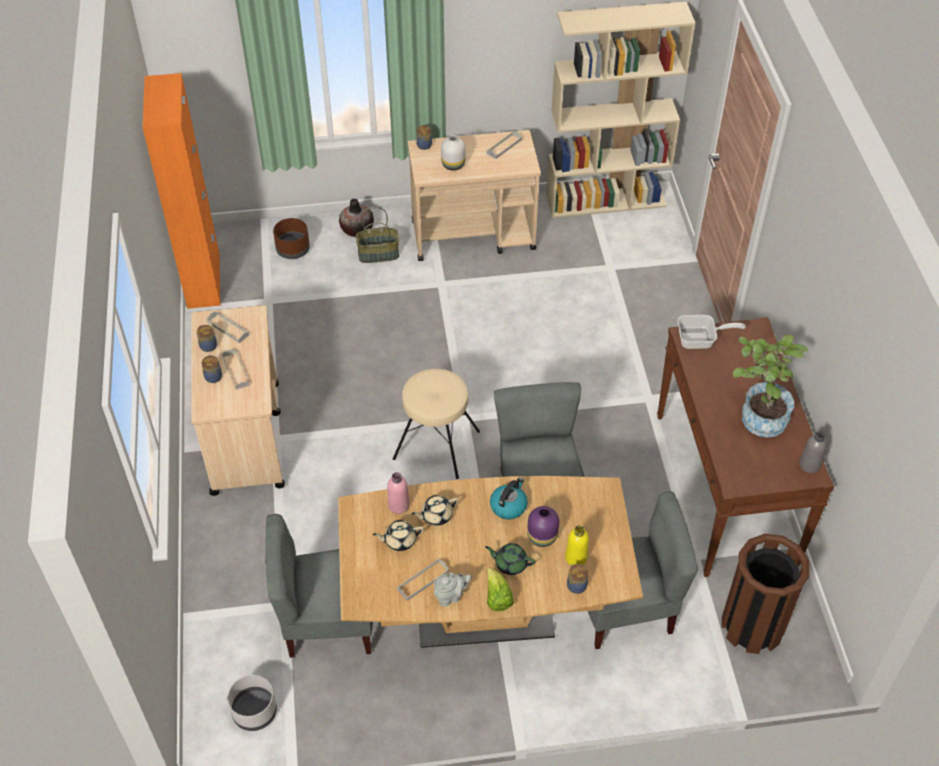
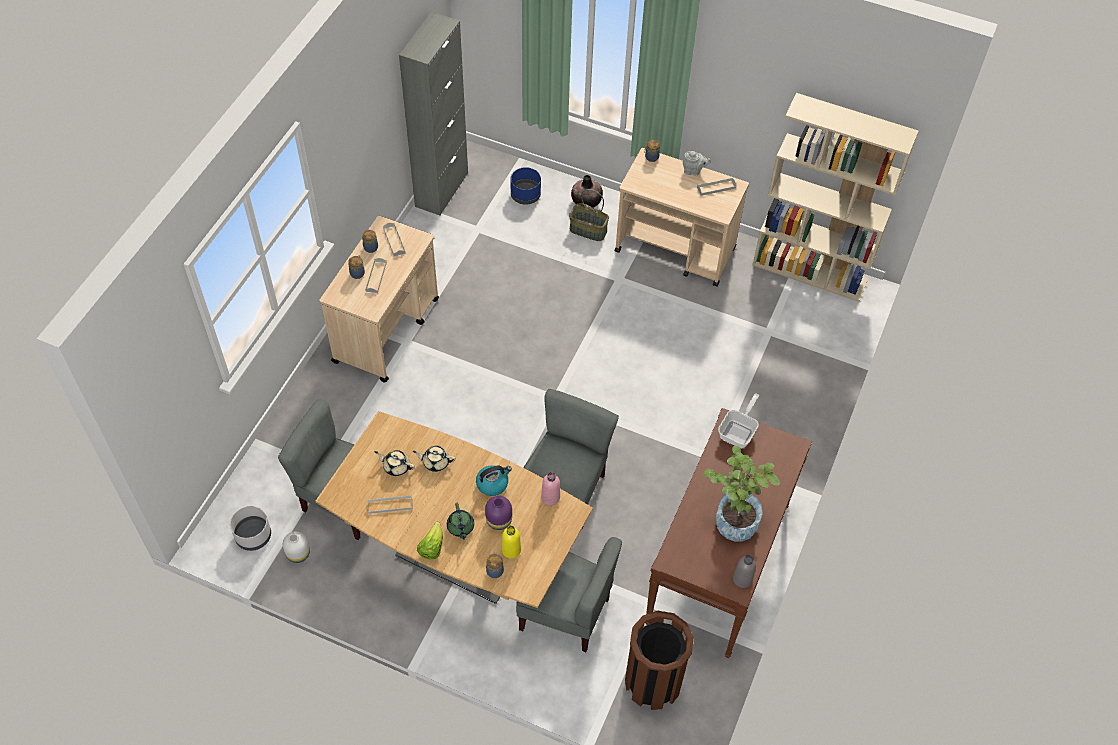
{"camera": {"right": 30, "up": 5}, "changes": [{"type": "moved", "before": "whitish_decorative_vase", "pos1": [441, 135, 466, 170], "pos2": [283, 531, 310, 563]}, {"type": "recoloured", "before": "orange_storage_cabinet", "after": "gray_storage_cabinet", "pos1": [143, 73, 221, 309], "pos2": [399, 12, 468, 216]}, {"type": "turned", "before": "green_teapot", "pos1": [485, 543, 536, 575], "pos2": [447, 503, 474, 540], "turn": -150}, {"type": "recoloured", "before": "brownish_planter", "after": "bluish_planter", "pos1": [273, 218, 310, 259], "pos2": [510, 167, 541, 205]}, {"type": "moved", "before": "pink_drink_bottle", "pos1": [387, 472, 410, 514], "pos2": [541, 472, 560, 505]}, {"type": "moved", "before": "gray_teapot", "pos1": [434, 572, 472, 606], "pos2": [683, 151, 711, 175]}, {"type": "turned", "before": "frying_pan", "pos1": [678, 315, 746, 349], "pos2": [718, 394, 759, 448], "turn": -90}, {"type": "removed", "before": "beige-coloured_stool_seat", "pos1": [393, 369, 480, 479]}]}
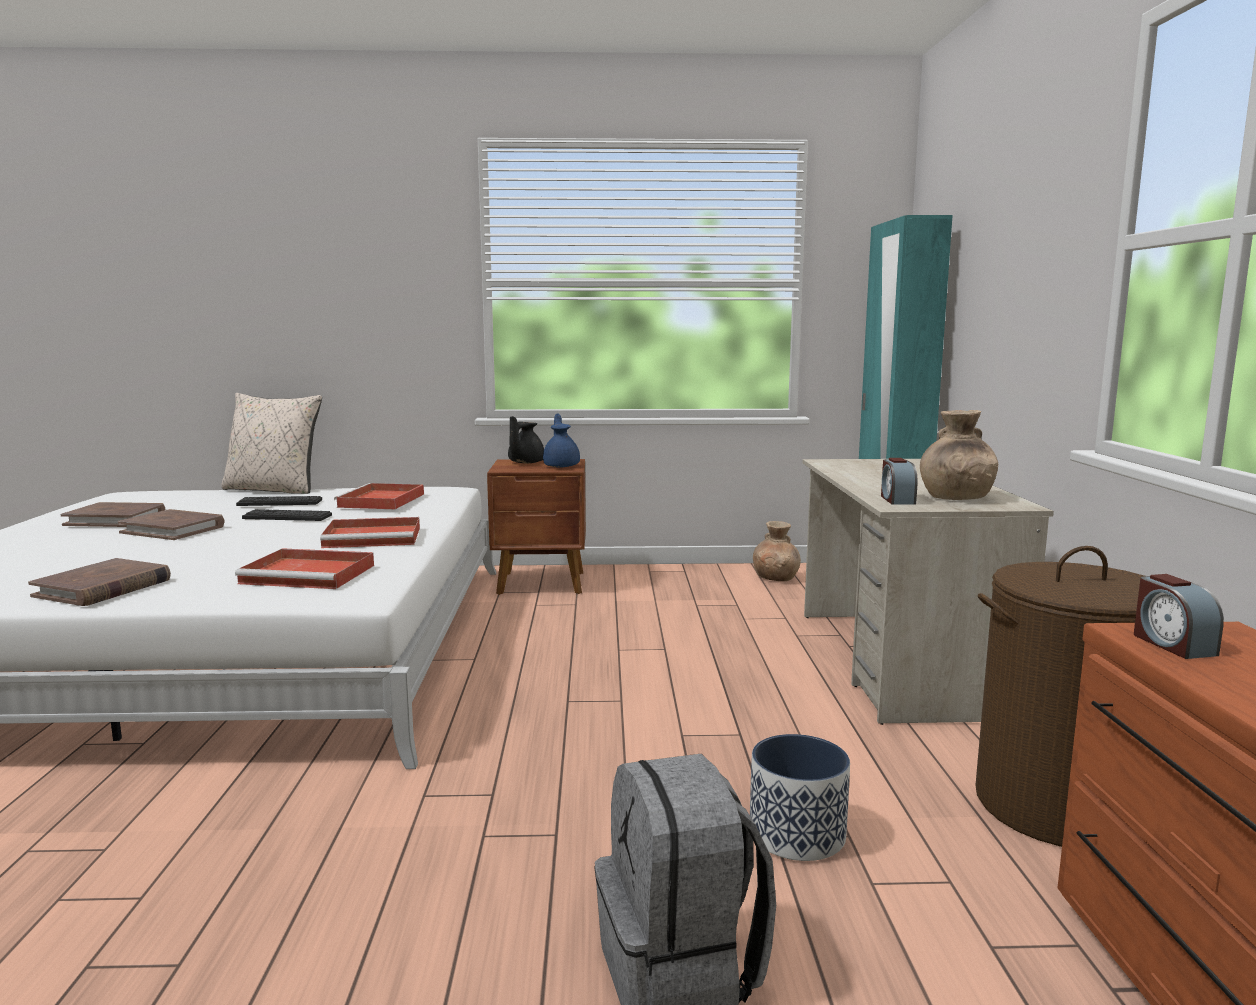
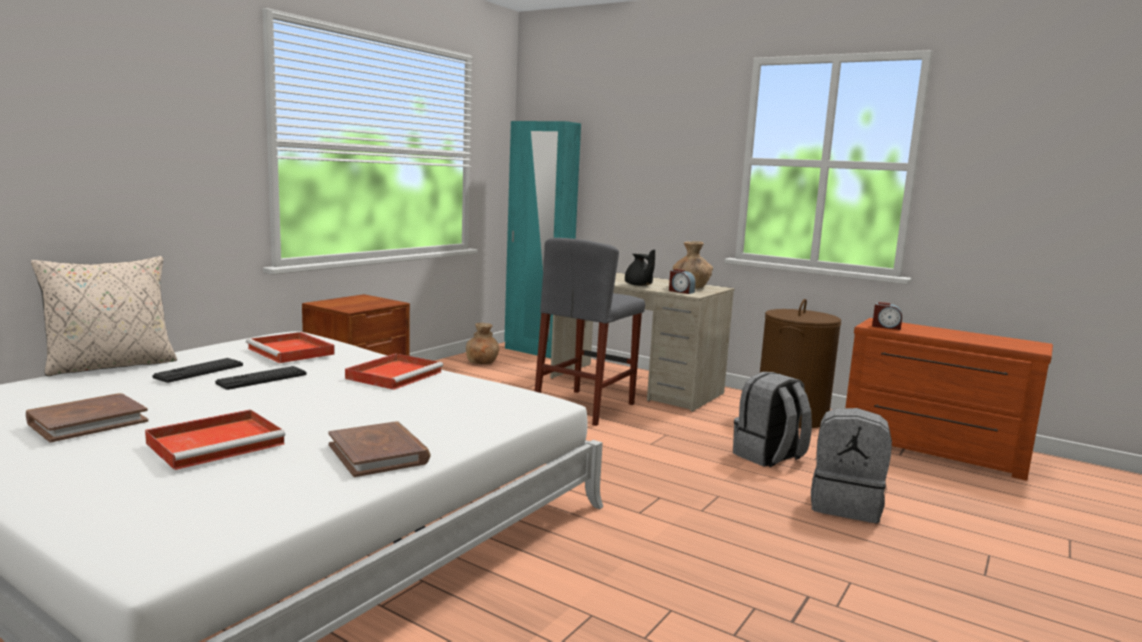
{"camera": {"right": -55, "up": 0}, "changes": [{"type": "moved", "before": "red_carrying_tray", "pos1": [235, 548, 374, 589], "pos2": [145, 409, 285, 470]}, {"type": "added", "after": "gray_stool_seat", "pos2": [535, 238, 645, 426]}, {"type": "moved", "before": "blackish_teapot", "pos1": [508, 416, 544, 463], "pos2": [625, 249, 655, 286]}, {"type": "replaced", "before": "planter", "after": "gray_rucksack", "pos1": [750, 734, 850, 861], "pos2": [733, 372, 812, 467]}, {"type": "removed", "before": "brownish_bound_book", "pos1": [118, 509, 225, 540]}, {"type": "removed", "before": "bluish_teapot", "pos1": [543, 413, 580, 468]}]}
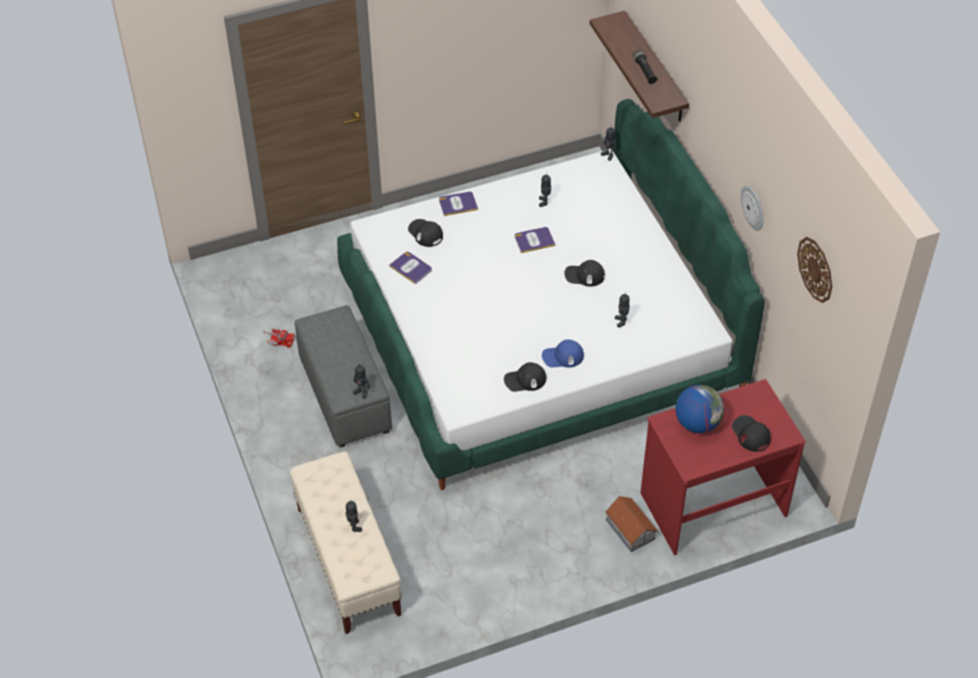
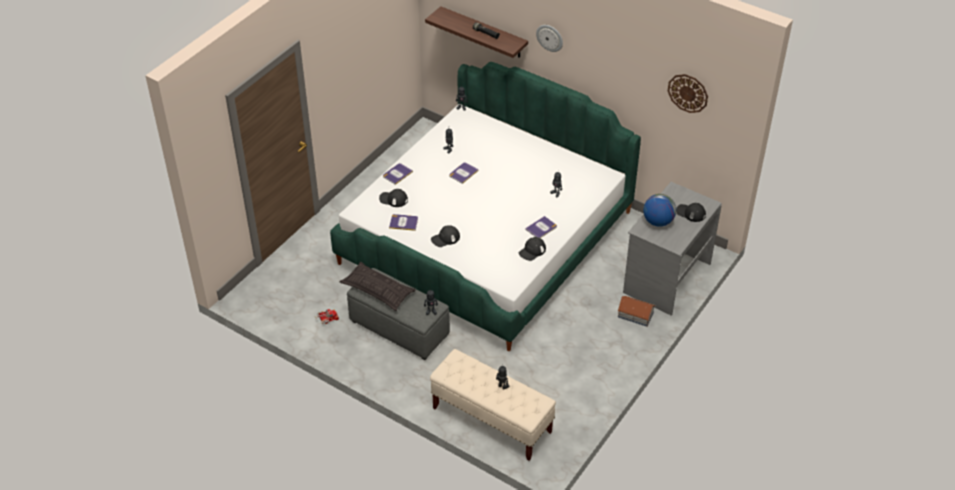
{"camera": {"right": -35, "up": -5}, "changes": [{"type": "added", "after": "cushion", "pos2": [340, 262, 416, 311]}, {"type": "moved", "before": "blackish_baseball_cap", "pos1": [564, 260, 605, 287], "pos2": [431, 225, 460, 247]}, {"type": "replaced", "before": "bluish_baseball_cap", "after": "bound_book", "pos1": [542, 339, 584, 368], "pos2": [525, 216, 557, 238]}, {"type": "moved", "before": "clock_on_the_wall", "pos1": [741, 186, 763, 231], "pos2": [536, 25, 563, 52]}, {"type": "recoloured", "before": "red_desk_unit", "after": "gray_desk_unit", "pos1": [640, 379, 806, 555], "pos2": [623, 182, 722, 316]}]}
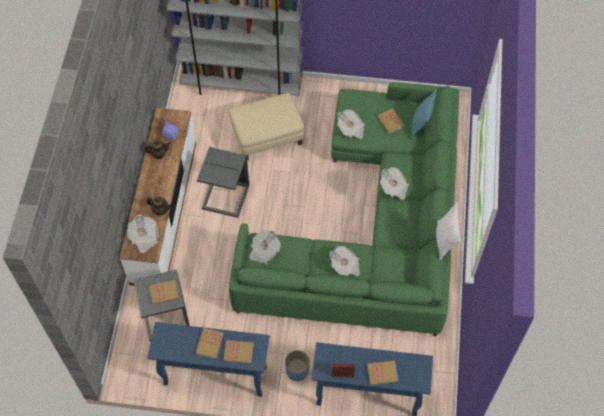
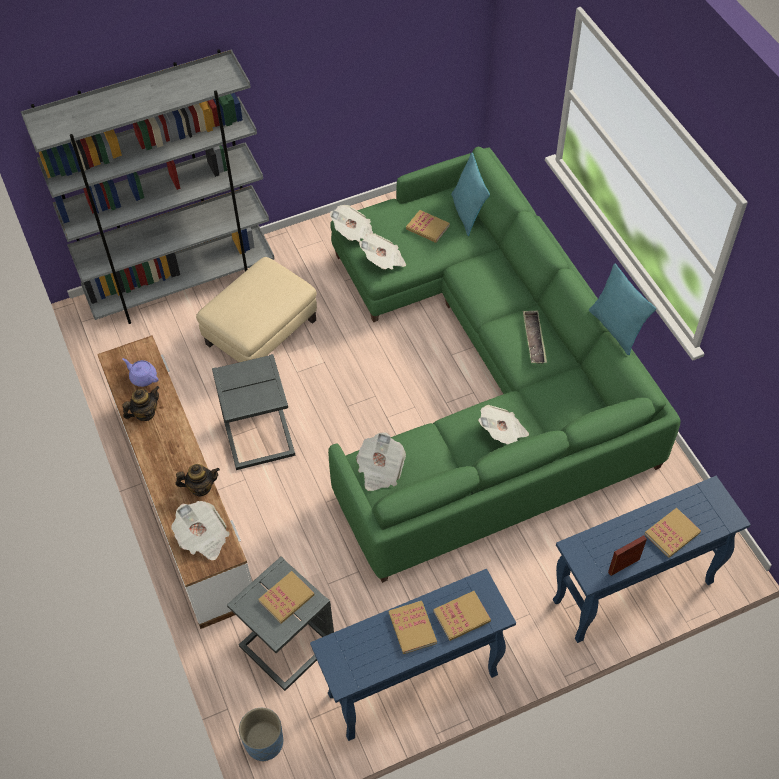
{"camera": {"right": -30, "up": -5}, "changes": [{"type": "moved", "before": "bluish_planter", "pos1": [285, 350, 310, 381], "pos2": [239, 708, 283, 761]}, {"type": "moved", "before": "daily_paper", "pos1": [380, 167, 409, 200], "pos2": [330, 205, 373, 242]}, {"type": "added", "after": "carrying_tray", "pos2": [523, 311, 547, 364]}, {"type": "recoloured", "before": "whitish_cushion", "after": "turquoise-coloured_cushion", "pos1": [436, 202, 460, 260], "pos2": [589, 264, 656, 355]}]}
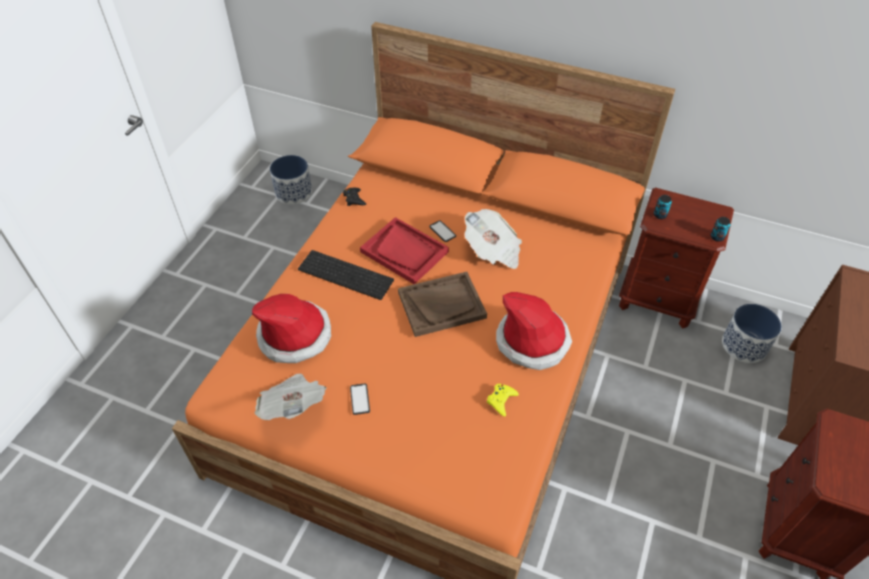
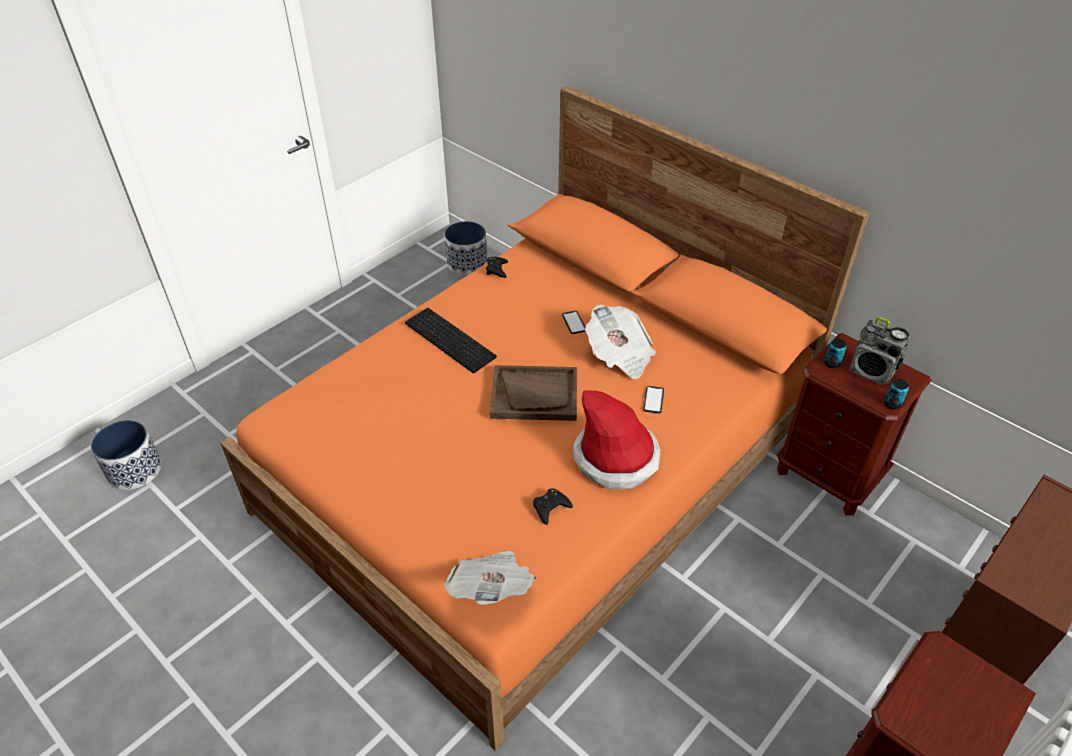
{"camera": {"right": 20, "up": -5}, "changes": [{"type": "moved", "before": "planter", "pos1": [722, 304, 782, 363], "pos2": [91, 420, 161, 490]}, {"type": "moved", "before": "daily_paper", "pos1": [255, 373, 326, 420], "pos2": [444, 551, 536, 605]}, {"type": "recoloured", "before": "yellow_gamepad", "after": "blackish_gamepad", "pos1": [487, 384, 519, 417], "pos2": [533, 488, 573, 525]}, {"type": "moved", "before": "telephone", "pos1": [350, 383, 370, 415], "pos2": [643, 386, 664, 413]}, {"type": "added", "after": "radio", "pos2": [850, 317, 910, 385]}, {"type": "removed", "before": "hat", "pos1": [252, 294, 331, 363]}, {"type": "removed", "before": "red_carrying_tray", "pos1": [360, 217, 449, 284]}]}
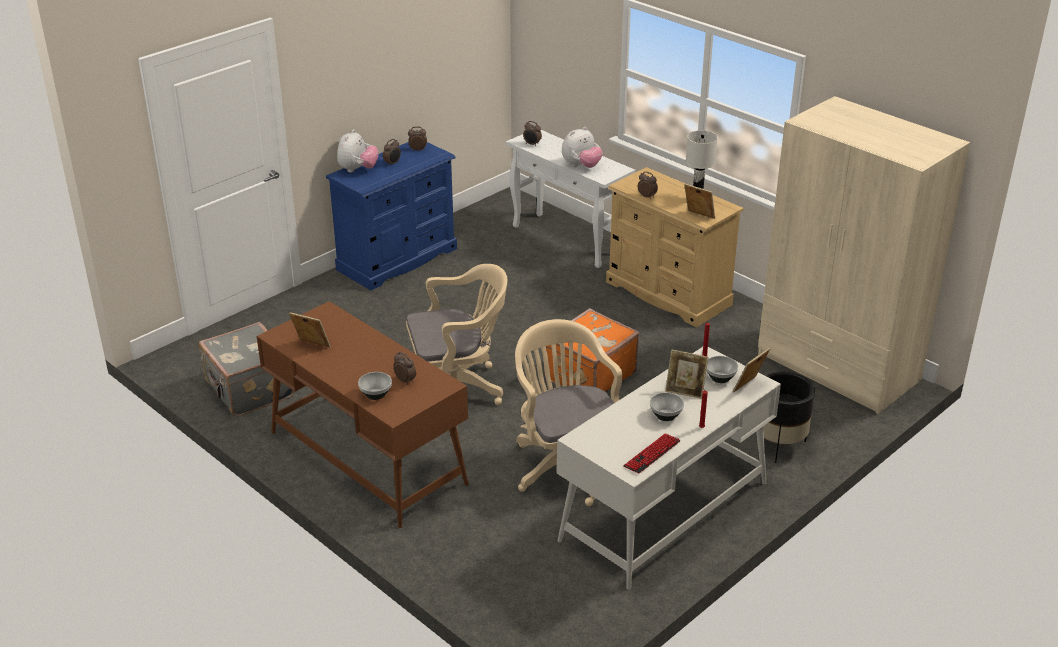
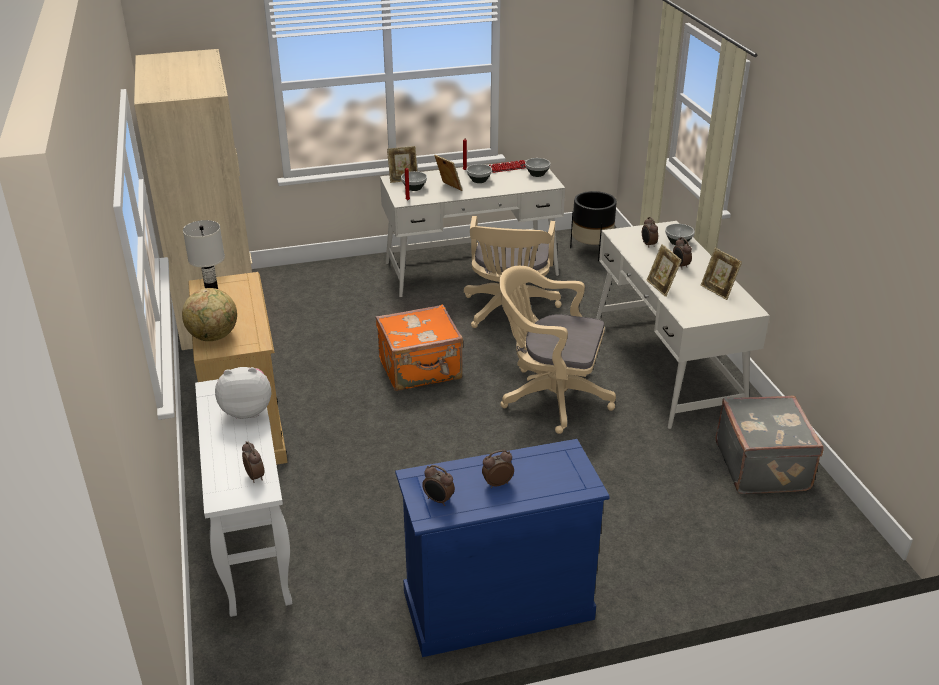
{"camera": {"right": -150, "up": 0}, "changes": [{"type": "added", "after": "globe", "pos2": [182, 288, 237, 341]}, {"type": "added", "after": "serving_bowl", "pos2": [525, 158, 550, 177]}, {"type": "moved", "before": "blackish_planter", "pos1": [764, 372, 815, 463], "pos2": [570, 191, 617, 261]}, {"type": "recoloured", "before": "brownish_desk_unit", "after": "whitish_desk_unit", "pos1": [257, 301, 469, 528], "pos2": [596, 221, 770, 429]}, {"type": "moved", "before": "photo_frame", "pos1": [684, 184, 715, 219], "pos2": [646, 244, 682, 297]}, {"type": "moved", "before": "table_clock", "pos1": [638, 172, 658, 199], "pos2": [673, 237, 692, 268]}, {"type": "removed", "before": "soft_toy", "pos1": [337, 129, 379, 173]}]}
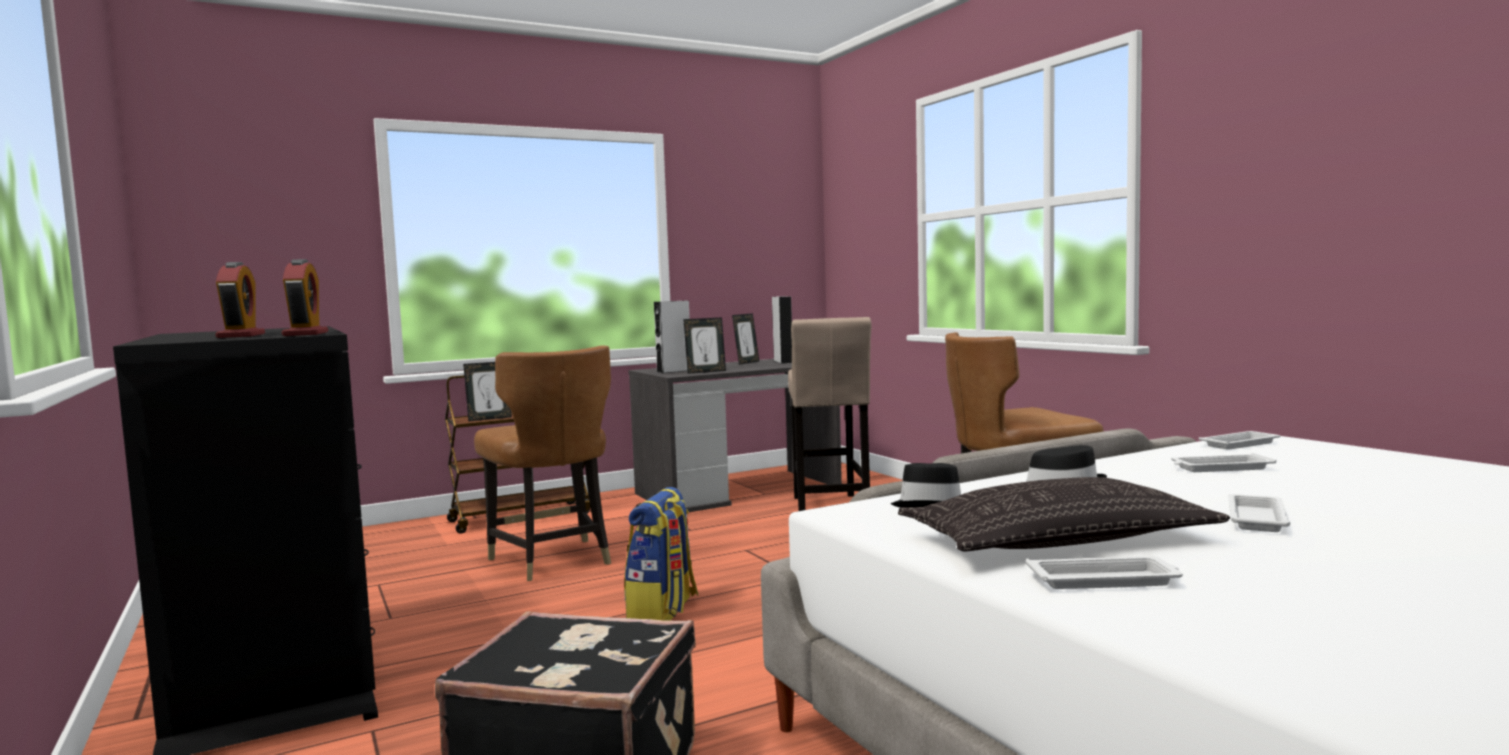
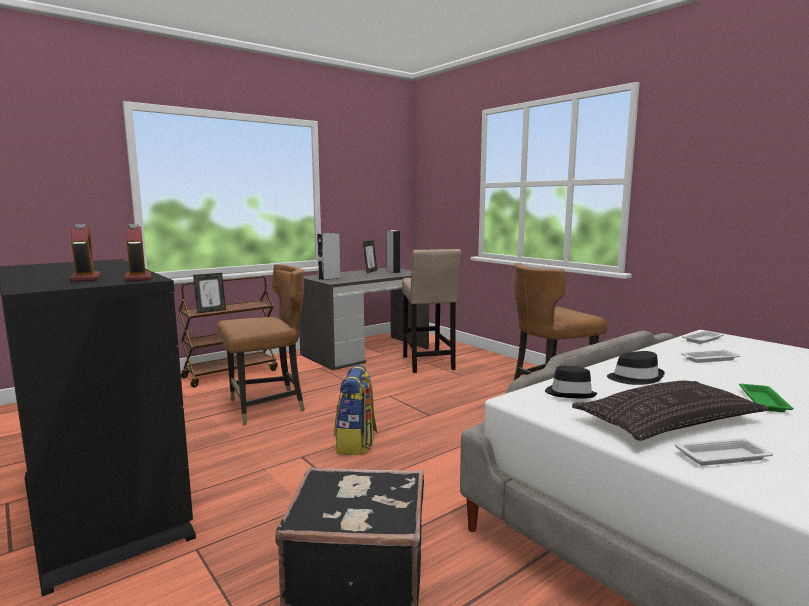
{"camera": {"right": -10, "up": 5}, "changes": [{"type": "turned", "before": "brownish_chair", "pos1": [474, 345, 611, 581], "pos2": [217, 264, 305, 425], "turn": -75}, {"type": "recoloured", "before": "whitish_carrying_tray", "after": "green_carrying_tray", "pos1": [1228, 494, 1290, 532], "pos2": [739, 384, 793, 412]}, {"type": "removed", "before": "photo_frame", "pos1": [684, 317, 726, 374]}]}
